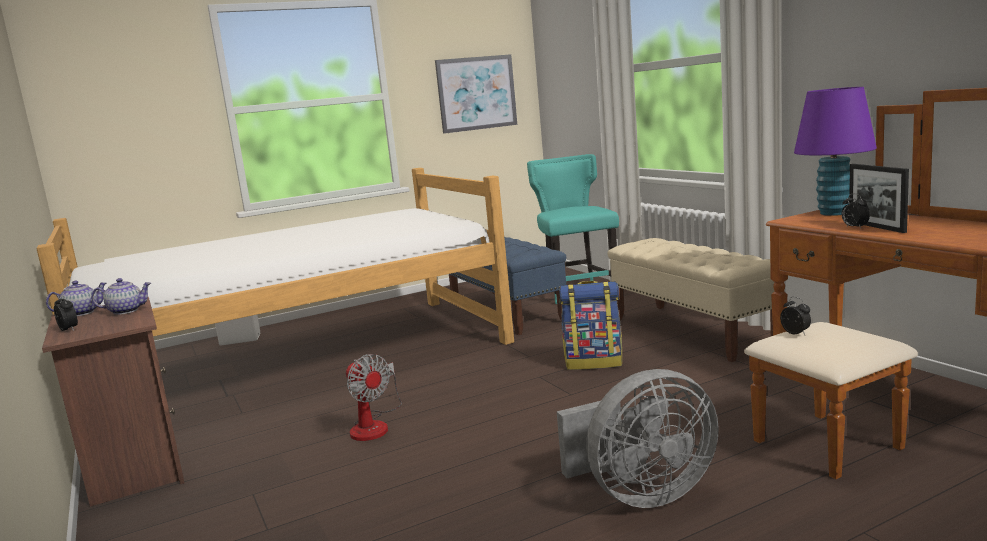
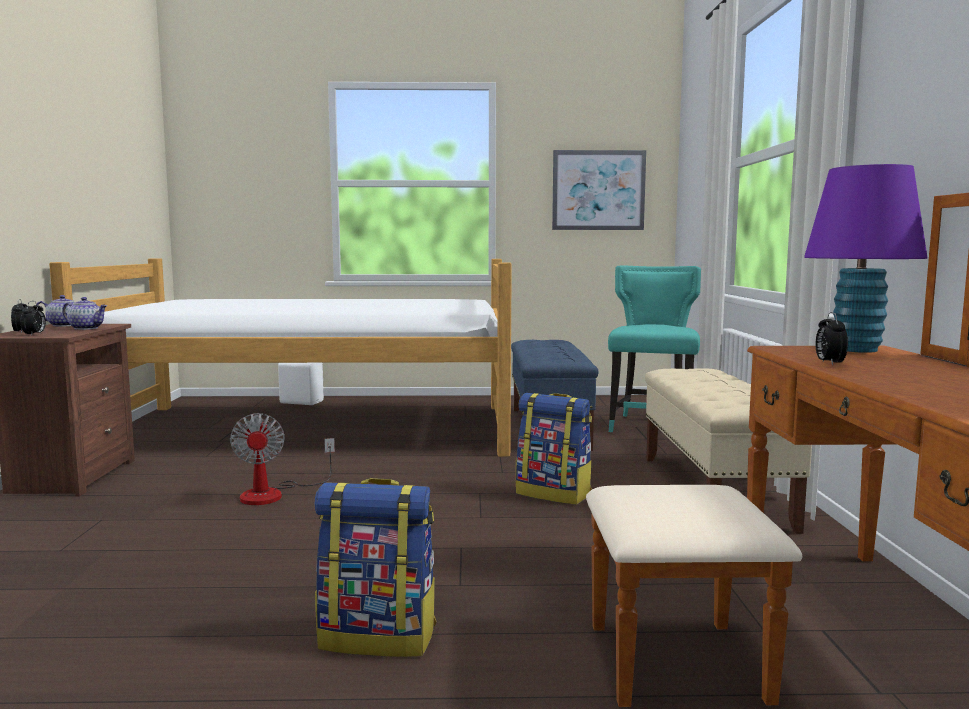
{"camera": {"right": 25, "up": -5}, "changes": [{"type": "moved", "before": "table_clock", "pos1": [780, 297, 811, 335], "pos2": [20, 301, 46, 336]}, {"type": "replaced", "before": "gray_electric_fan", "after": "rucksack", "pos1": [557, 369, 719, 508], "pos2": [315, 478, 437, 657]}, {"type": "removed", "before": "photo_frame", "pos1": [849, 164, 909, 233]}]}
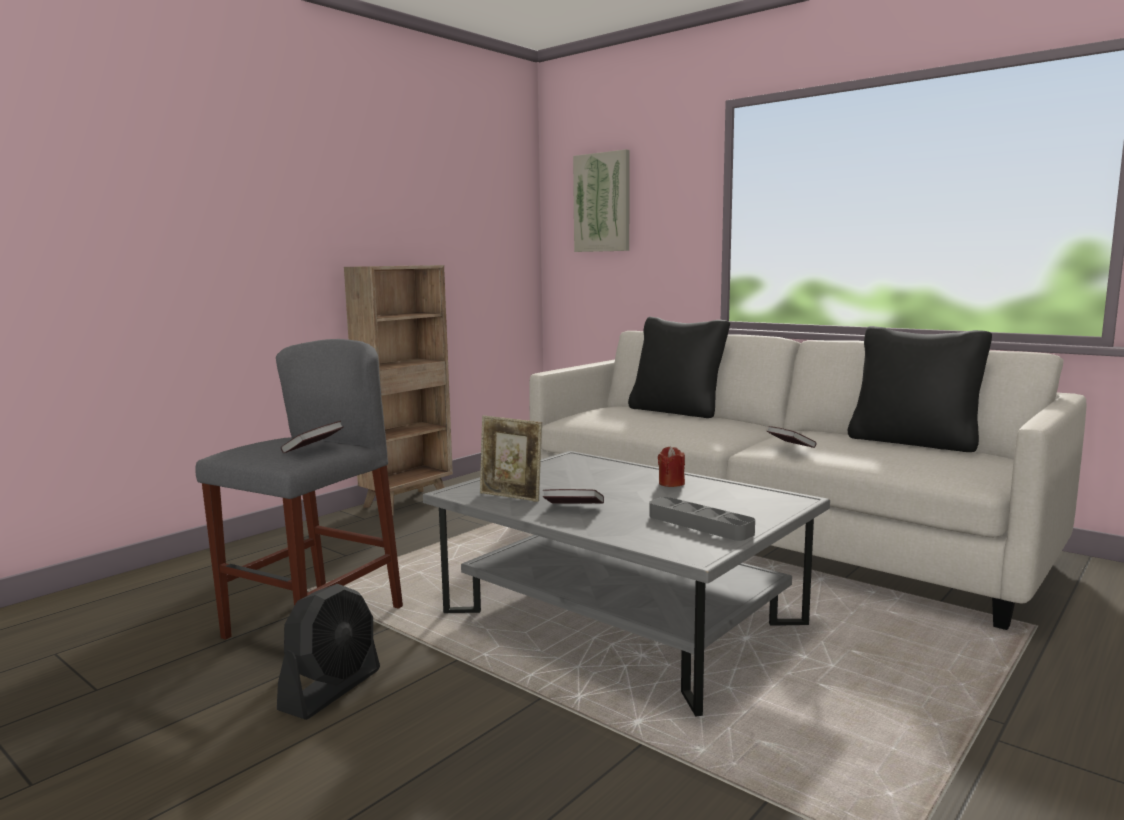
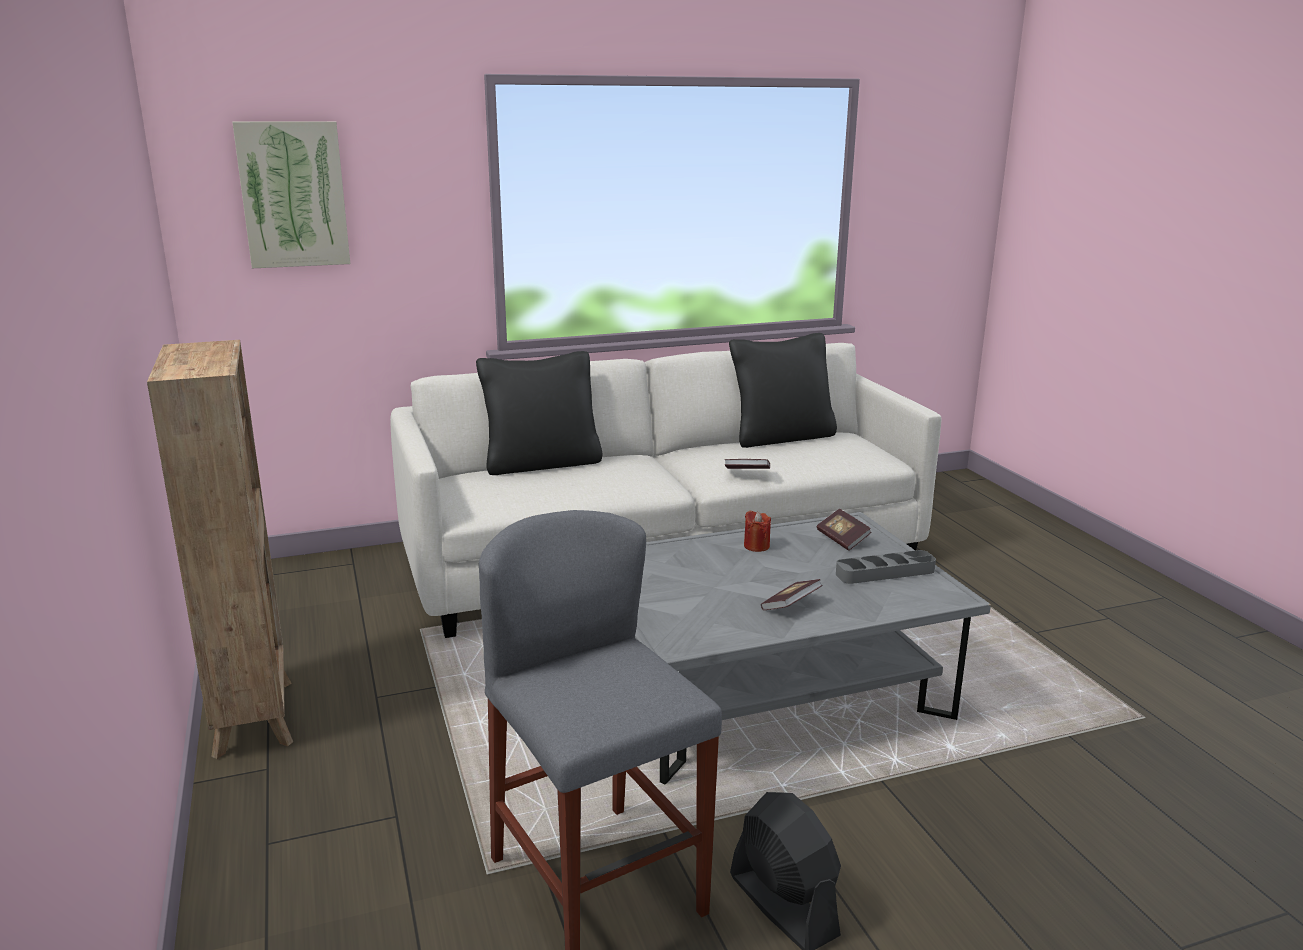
{"camera": {"right": -60, "up": 10}, "changes": [{"type": "moved", "before": "bound_book", "pos1": [281, 421, 344, 453], "pos2": [817, 509, 871, 551]}, {"type": "removed", "before": "photo_frame", "pos1": [480, 415, 542, 502]}]}
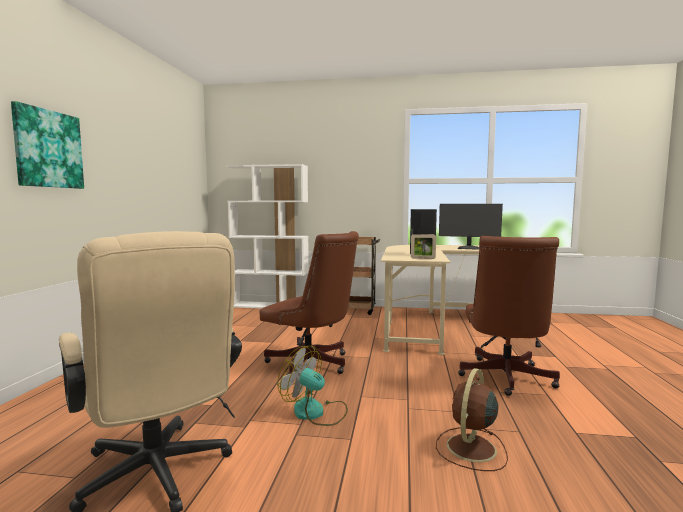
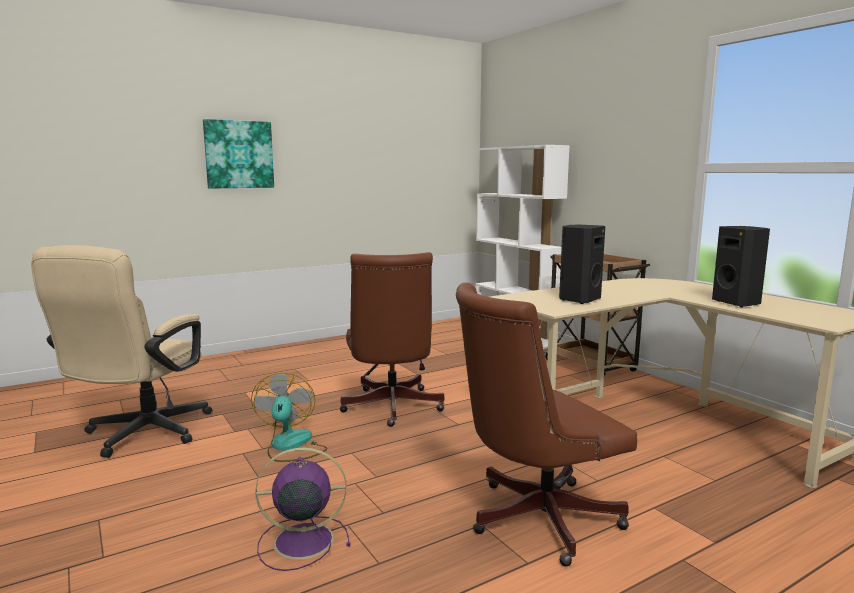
{"camera": {"right": 50, "up": 5}, "changes": [{"type": "recoloured", "before": "brownish_electric_fan", "after": "purple-coloured_electric_fan", "pos1": [436, 368, 508, 471], "pos2": [255, 447, 351, 571]}, {"type": "replaced", "before": "computer_screen", "after": "blackish_speaker", "pos1": [439, 204, 503, 250], "pos2": [712, 226, 770, 307]}, {"type": "removed", "before": "photo_frame", "pos1": [411, 234, 436, 259]}]}
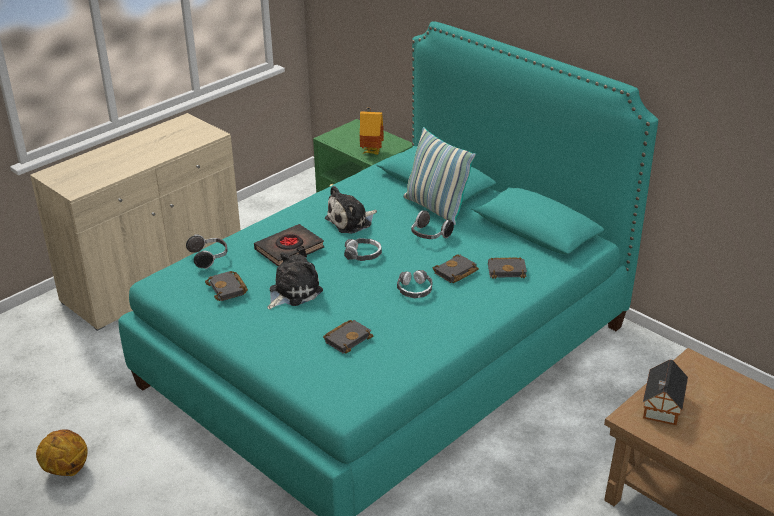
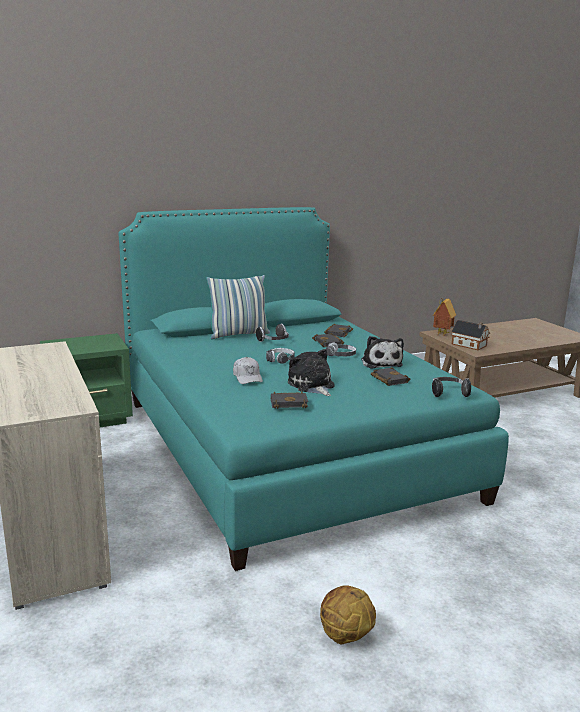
{"camera": {"right": -70, "up": -15}, "changes": [{"type": "replaced", "before": "blackish_bound_book", "after": "whitish_baseball_cap", "pos1": [254, 224, 325, 267], "pos2": [233, 357, 263, 384]}, {"type": "moved", "before": "soft_toy", "pos1": [325, 186, 377, 234], "pos2": [361, 336, 404, 369]}, {"type": "moved", "before": "headphones", "pos1": [186, 234, 228, 269], "pos2": [432, 377, 471, 397]}, {"type": "moved", "before": "toy_house", "pos1": [360, 108, 384, 155], "pos2": [433, 299, 456, 336]}]}
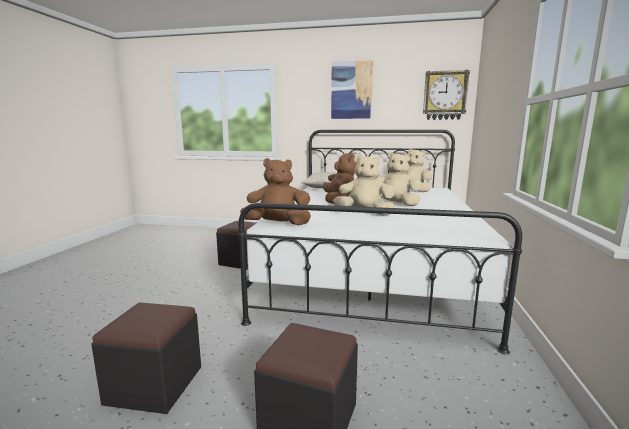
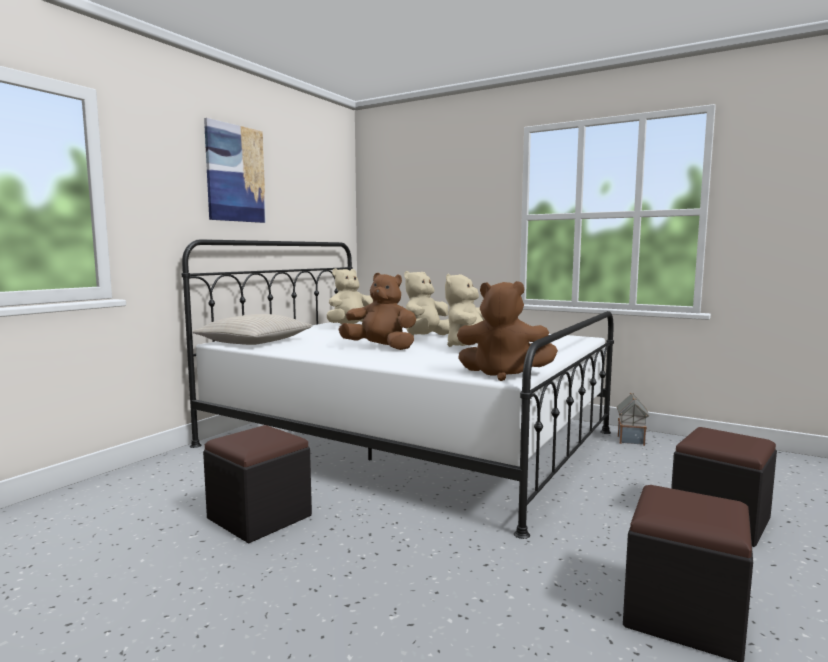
{"camera": {"right": -70, "up": -5}, "changes": [{"type": "turned", "before": "brownish_soft_toy", "pos1": [240, 158, 311, 225], "pos2": [457, 281, 558, 381], "turn": -90}, {"type": "added", "after": "toy_house", "pos2": [617, 393, 649, 446]}, {"type": "removed", "before": "clock_on_the_wall", "pos1": [423, 70, 470, 120]}]}
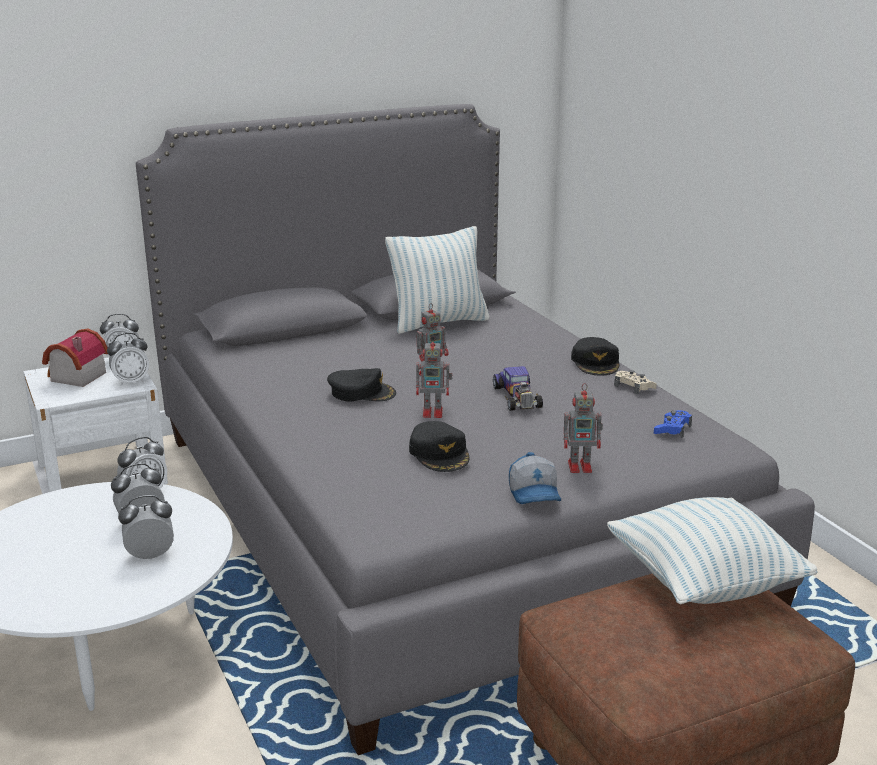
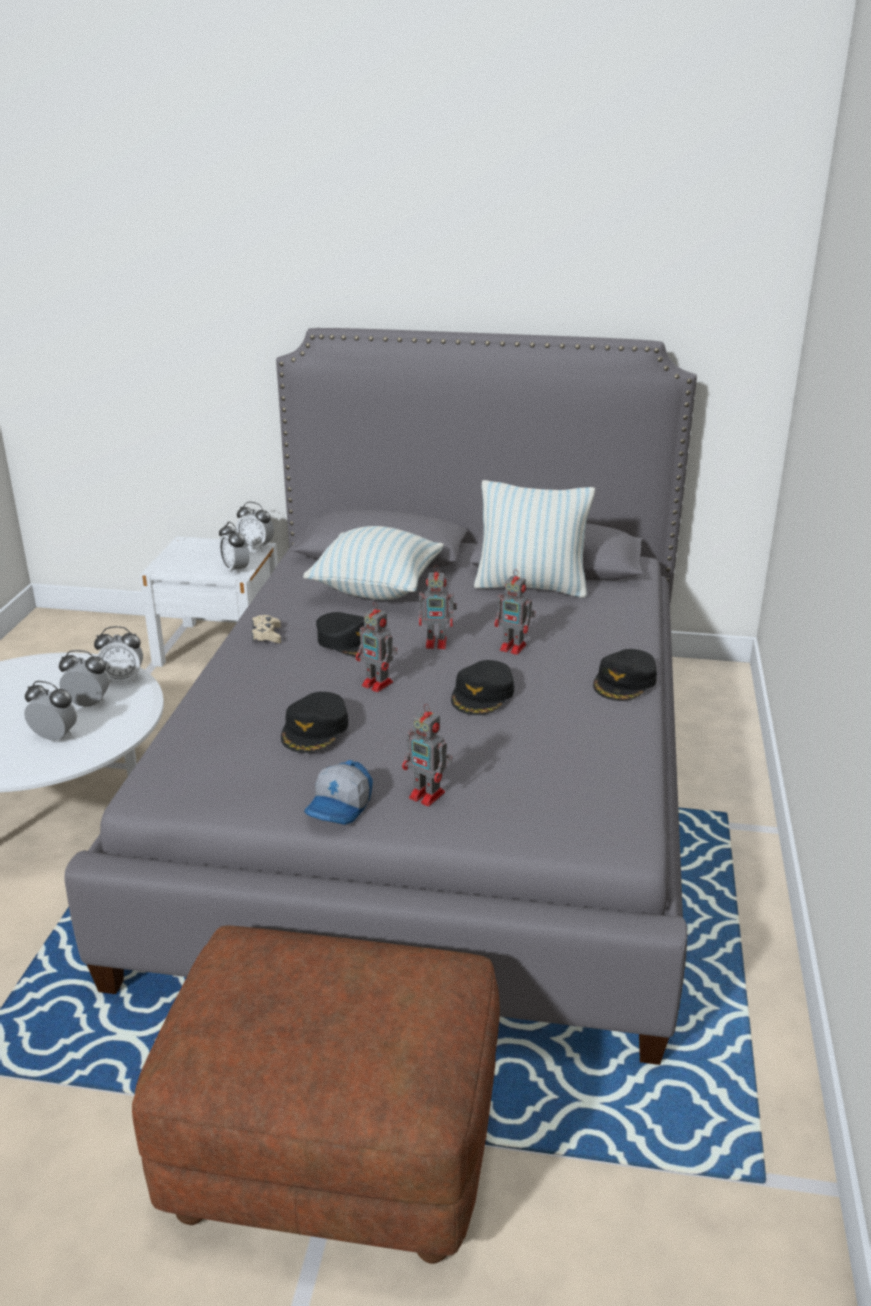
{"camera": {"right": 35, "up": 5}, "changes": [{"type": "turned", "before": "table_clock", "pos1": [107, 333, 149, 386], "pos2": [219, 522, 249, 575], "turn": 45}, {"type": "moved", "before": "beige-coloured_gamepad", "pos1": [614, 370, 657, 395], "pos2": [252, 615, 281, 643]}, {"type": "moved", "before": "cushion", "pos1": [607, 497, 817, 604], "pos2": [303, 526, 444, 600]}, {"type": "replaced", "before": "miniature_car", "after": "blackish_baseball_cap", "pos1": [493, 366, 543, 411], "pos2": [451, 660, 514, 715]}, {"type": "added", "after": "toy_robot", "pos2": [494, 569, 536, 655]}, {"type": "removed", "before": "toy_house", "pos1": [42, 328, 108, 387]}, {"type": "removed", "before": "bluish_gamepad", "pos1": [654, 410, 692, 438]}]}
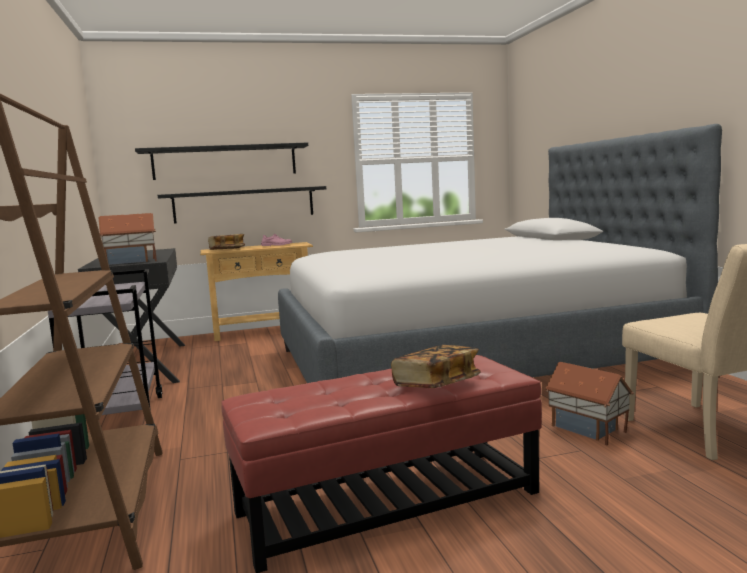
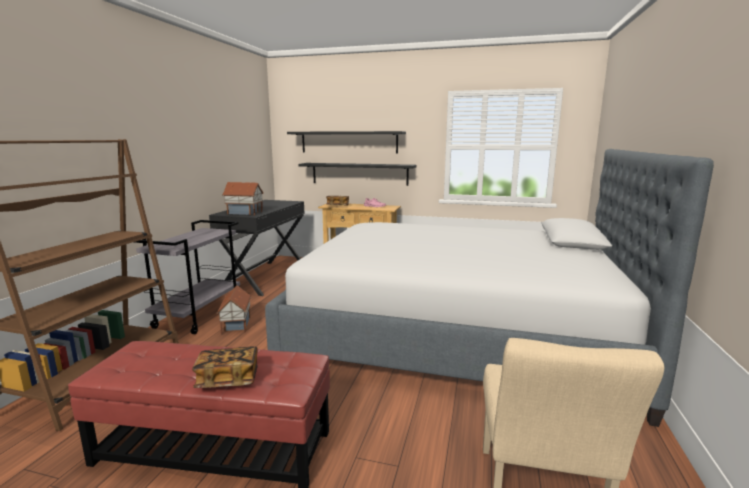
{"camera": {"right": 30, "up": 5}, "changes": [{"type": "moved", "before": "toy_house", "pos1": [545, 362, 634, 445], "pos2": [217, 285, 252, 335]}]}
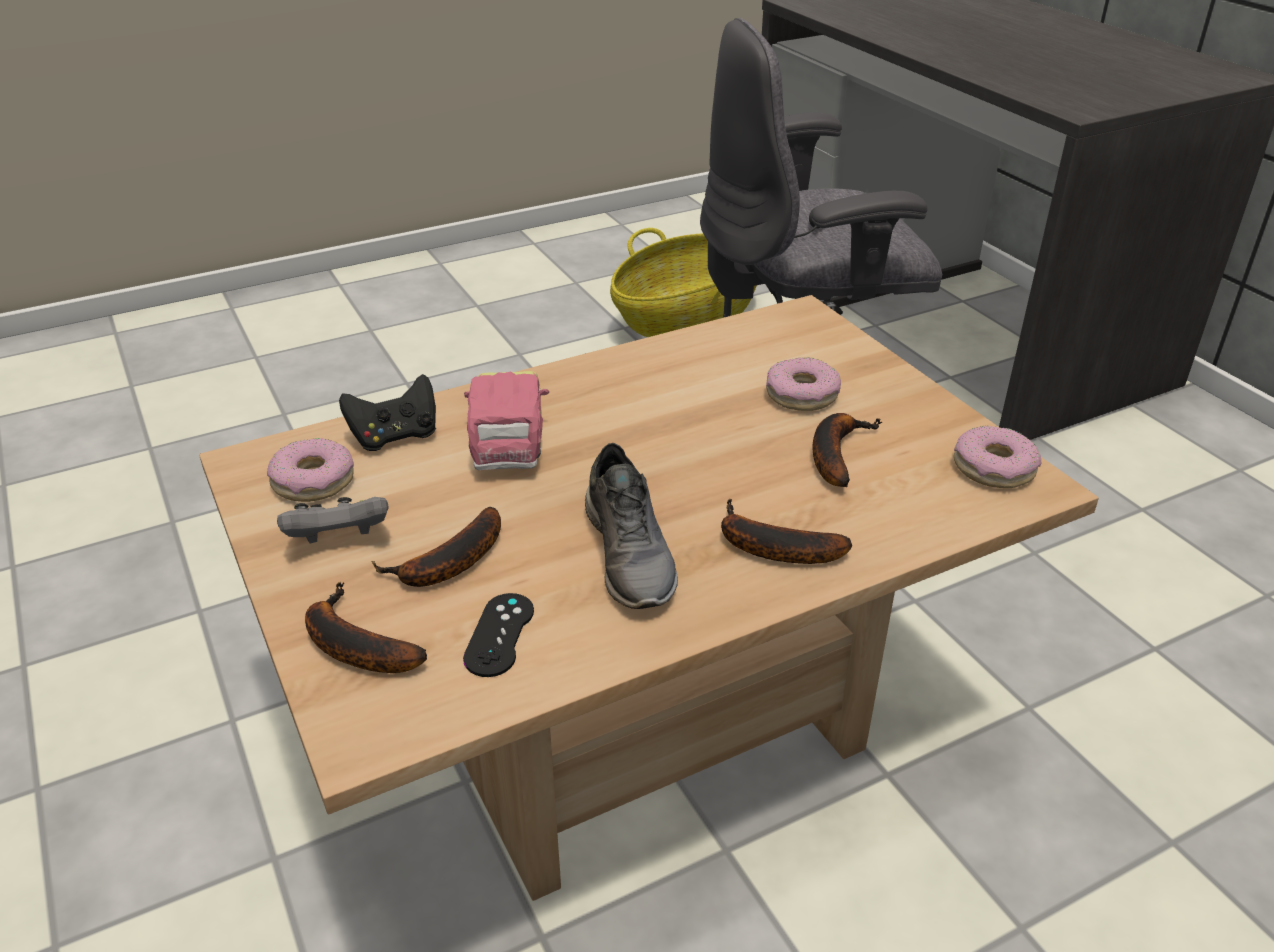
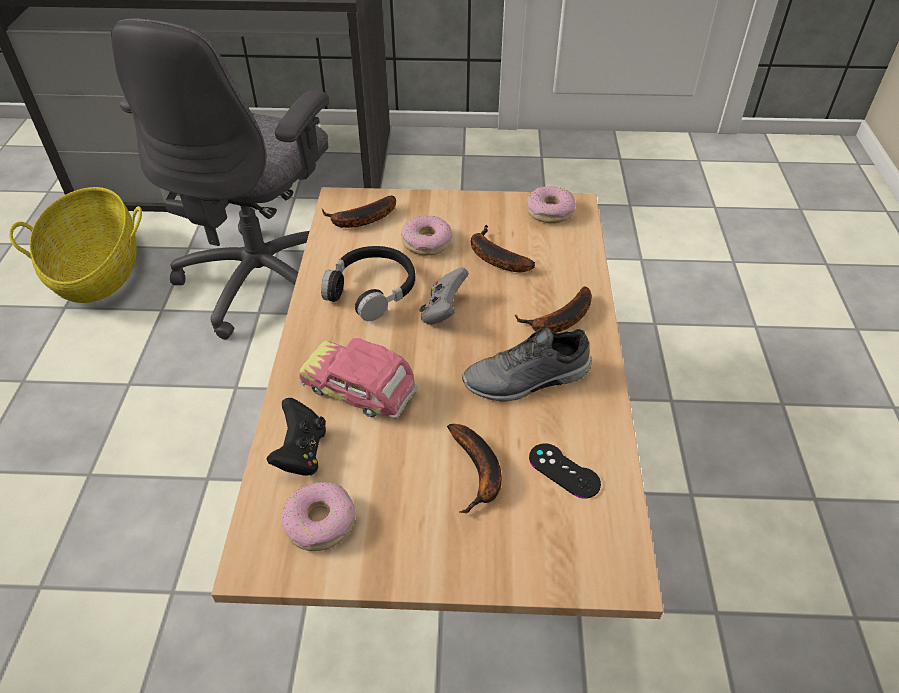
{"camera": {"right": -60, "up": 10}, "changes": [{"type": "added", "after": "blackish_headphones", "pos2": [321, 246, 415, 321]}, {"type": "moved", "before": "banana", "pos1": [305, 581, 427, 673], "pos2": [322, 196, 396, 228]}, {"type": "moved", "before": "gray_gamepad", "pos1": [277, 497, 388, 544], "pos2": [419, 268, 469, 325]}, {"type": "turned", "before": "gray_item_of_footwear", "pos1": [585, 443, 678, 609], "pos2": [462, 327, 592, 402], "turn": 150}]}
